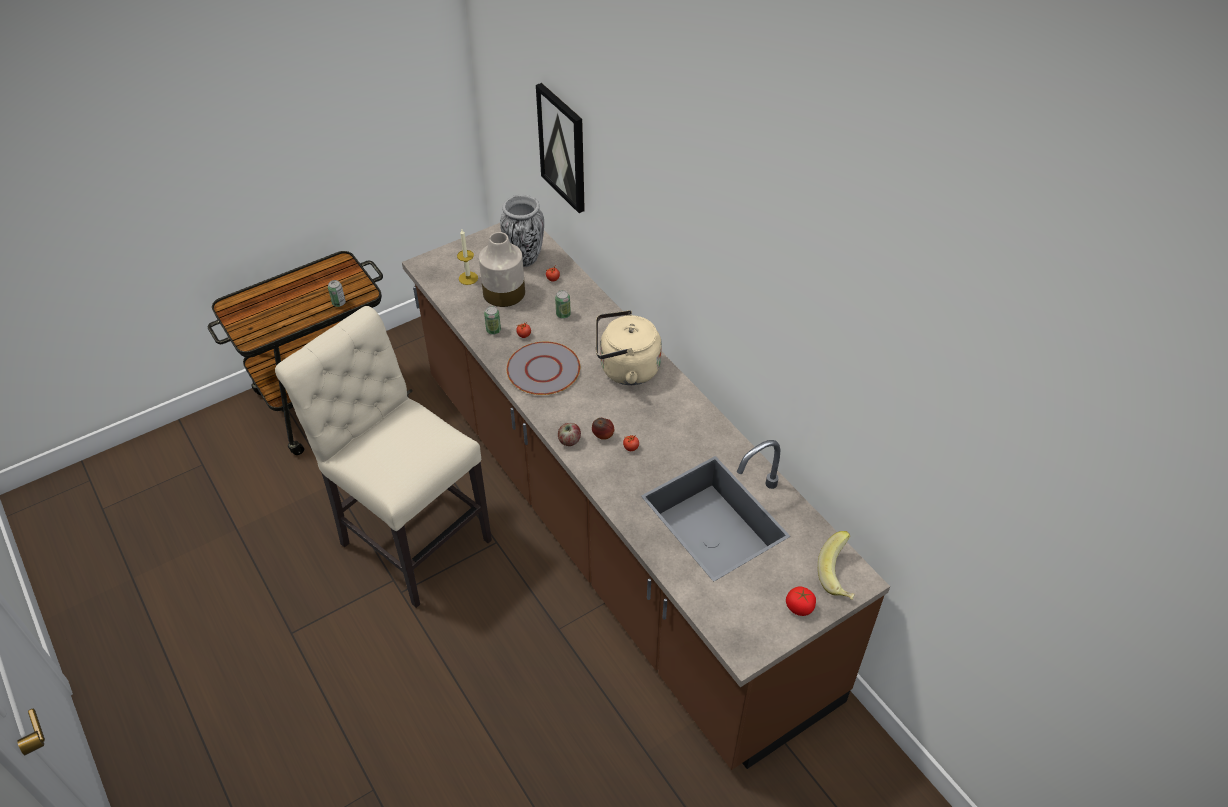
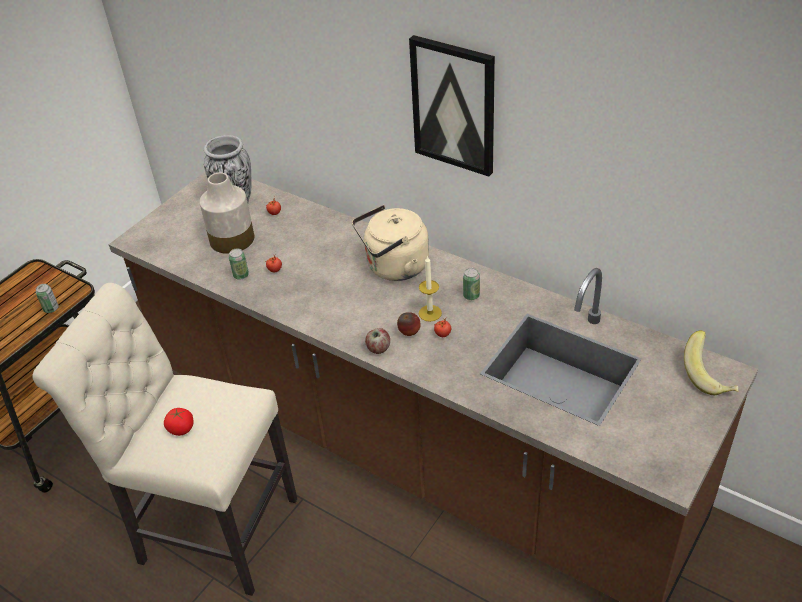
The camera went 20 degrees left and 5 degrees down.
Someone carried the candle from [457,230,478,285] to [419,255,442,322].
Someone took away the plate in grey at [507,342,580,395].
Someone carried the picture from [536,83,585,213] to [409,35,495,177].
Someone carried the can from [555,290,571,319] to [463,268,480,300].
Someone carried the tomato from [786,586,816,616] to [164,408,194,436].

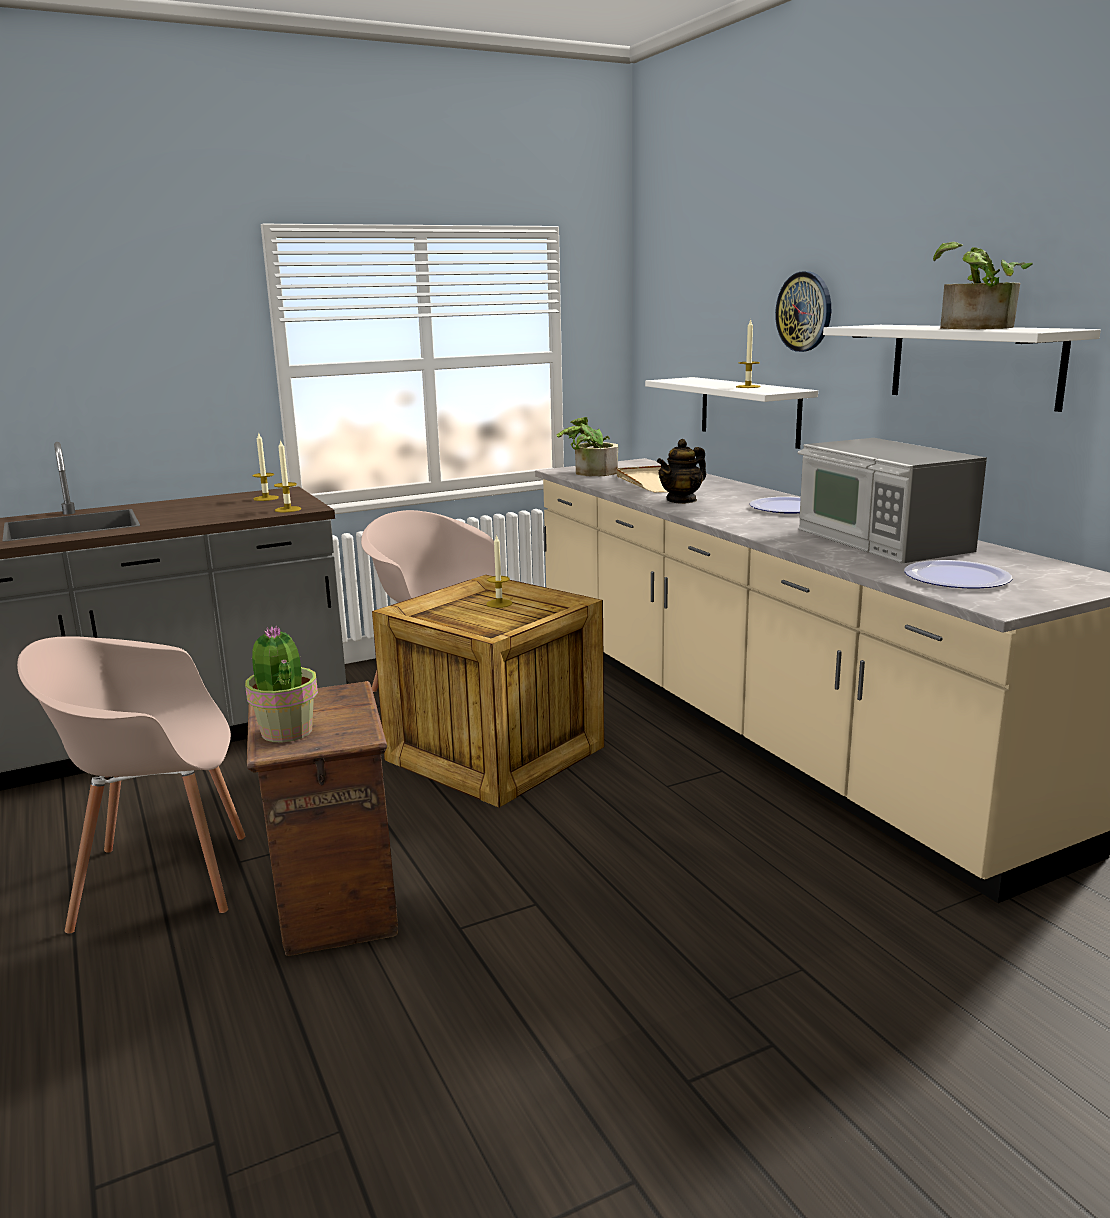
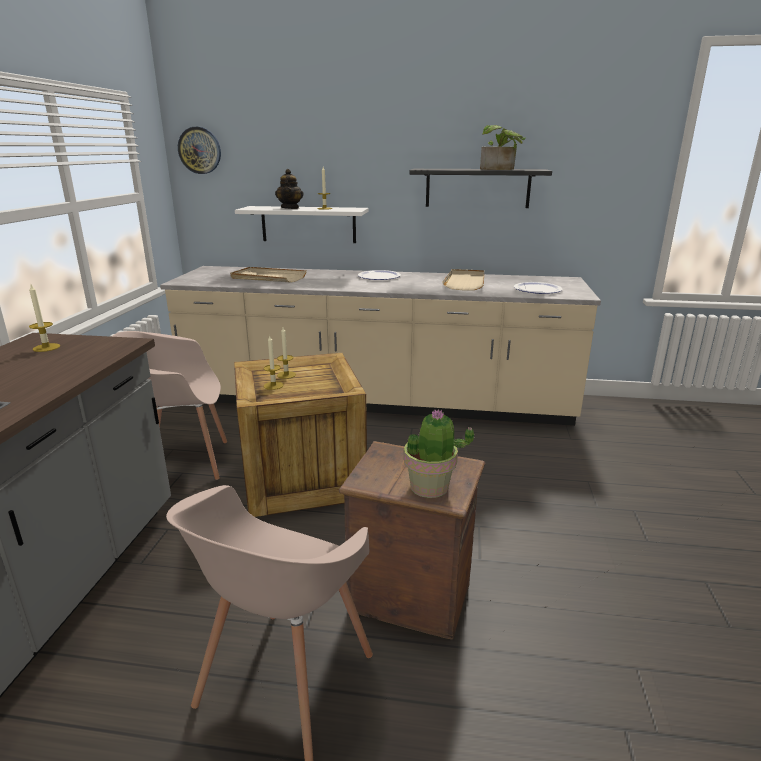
The camera went 55 degrees left and 5 degrees up.
Someone carried the candle from [274,439,301,512] to [264,336,284,390].
Someone took away the potted plant at [557,417,618,476].
Someone carried the teapot from [657,439,706,504] to [275,169,303,209].
Someone carried the wall clock from [775,271,831,352] to [178,127,221,174].
Someone swapped the microwave at [797,438,987,563] for the tray in beige at [442,269,484,290].
Someone repainted the shelf in white at [823,325,1101,412], which became the shelf in black at [409,169,552,208].

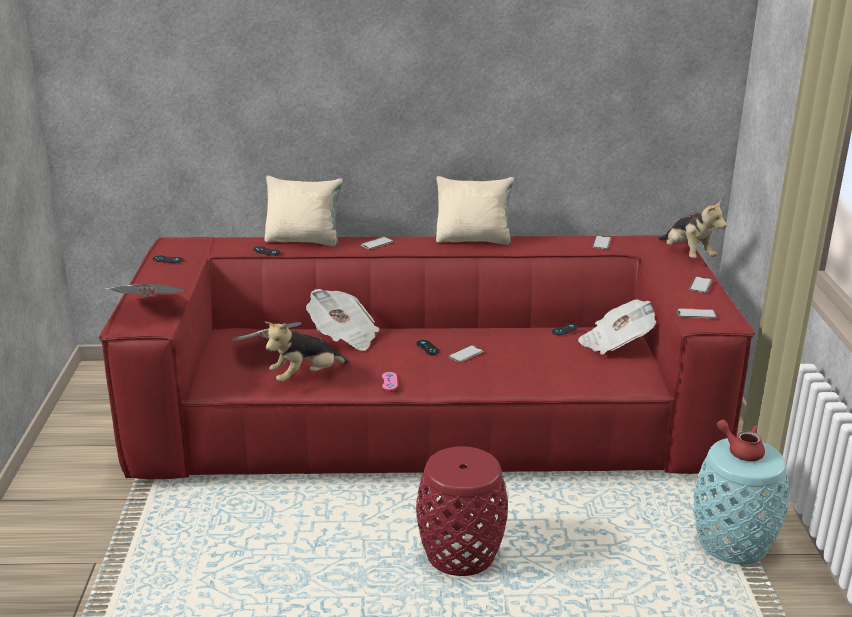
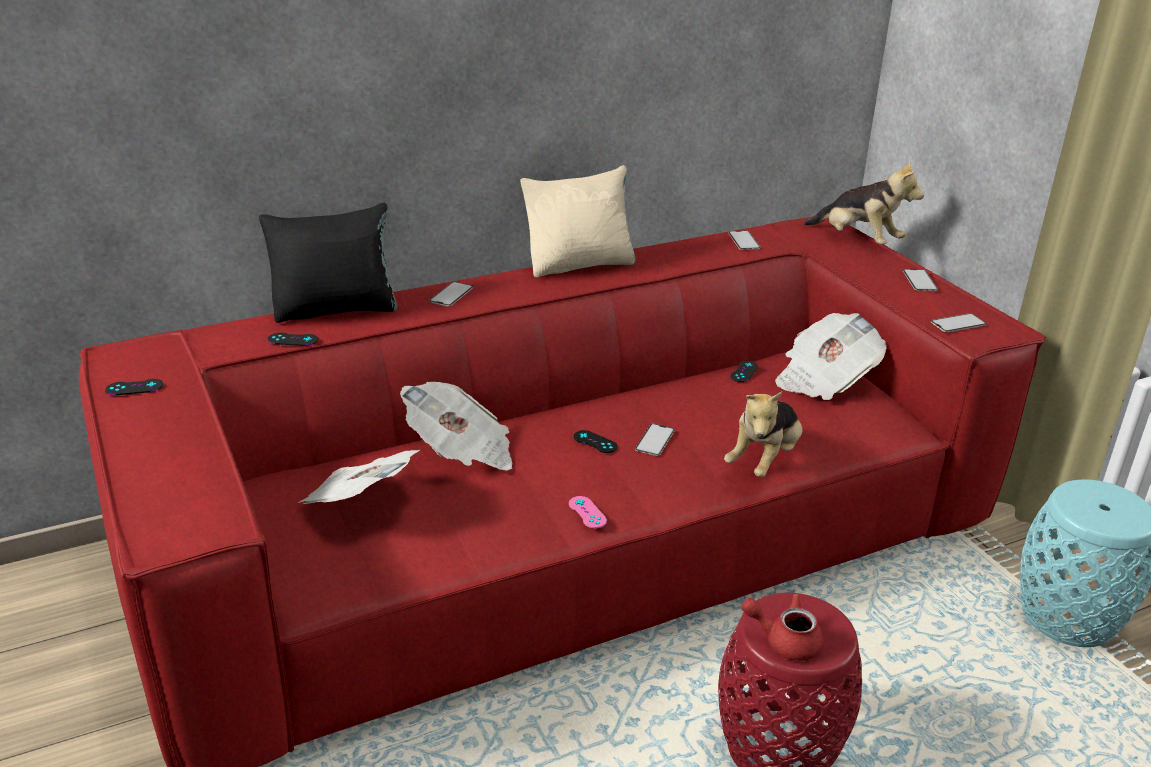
The camera went 25 degrees left and 5 degrees up.
Someone took away the newspaper at [104,284,185,297].
Someone repainted the pillow in beige at [265,176,343,247], which became the pillow in black at [259,203,397,323].
Someone carried the plush toy from [265,322,349,382] to [724,391,802,478].
Someone carried the teapot in red from [717,419,765,461] to [742,594,823,661].

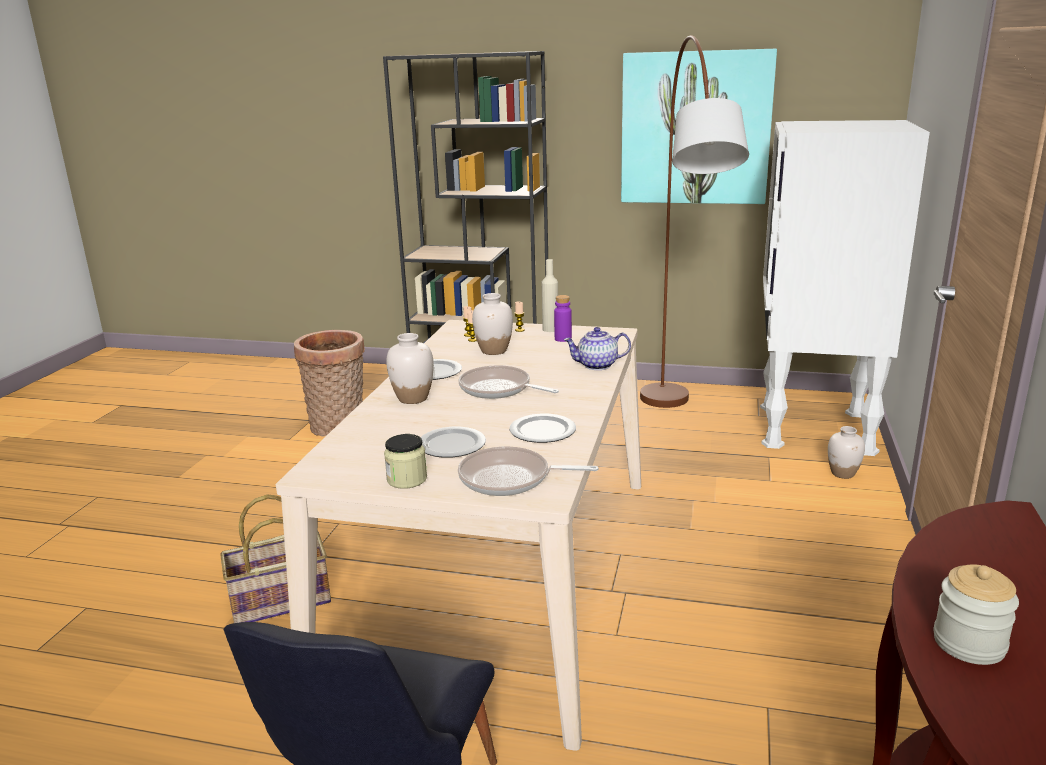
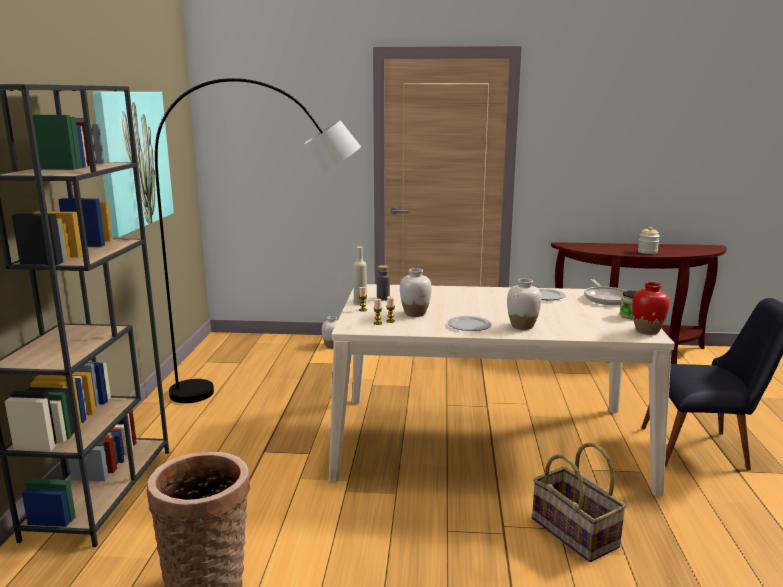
The camera went 100 degrees left and 5 degrees down.
Someone took away the plate at [421,427,486,458].
Someone took away the frying pan at [459,365,559,399].
Someone repainted the bottle in purple at [554,295,572,342], which became the bottle in grey at [377,265,390,301].
Someone took away the teapot at [564,327,631,370].
Someone repainted the floor lamp in brown at [640,35,749,408], which became the floor lamp in grey at [155,78,361,403].
Someone took away the cabinet in white at [760,120,930,456].
Someone put down the vase in red at [632,282,669,335].

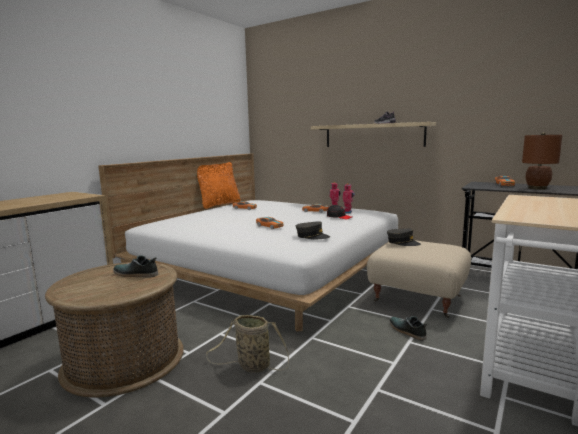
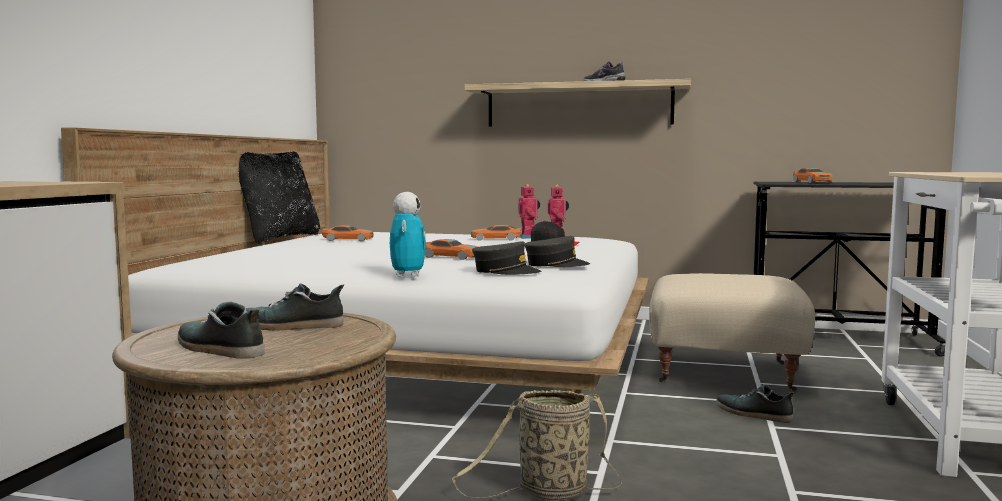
The camera went 20 degrees left and 5 degrees down.
Someone repainted the pillow in orange at [197,162,240,209], which became the pillow in black at [238,151,320,243].
Someone carried the cap in grey from [387,229,421,246] to [472,241,541,275].
Someone took away the table lamp in brown at [522,132,562,190].
Someone put down the shoe at [178,301,265,359].
Someone put down the toy robot at [390,192,426,277].

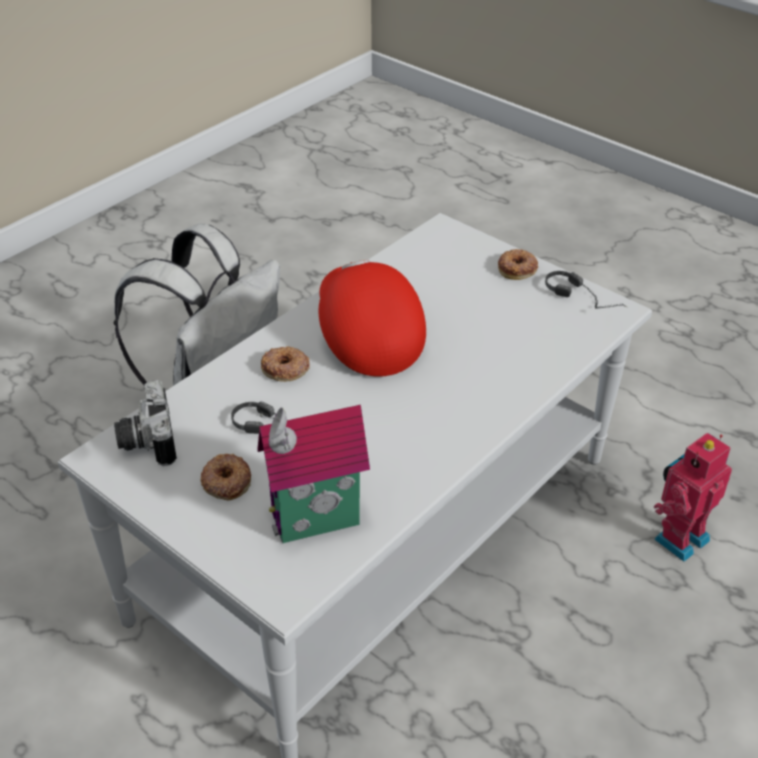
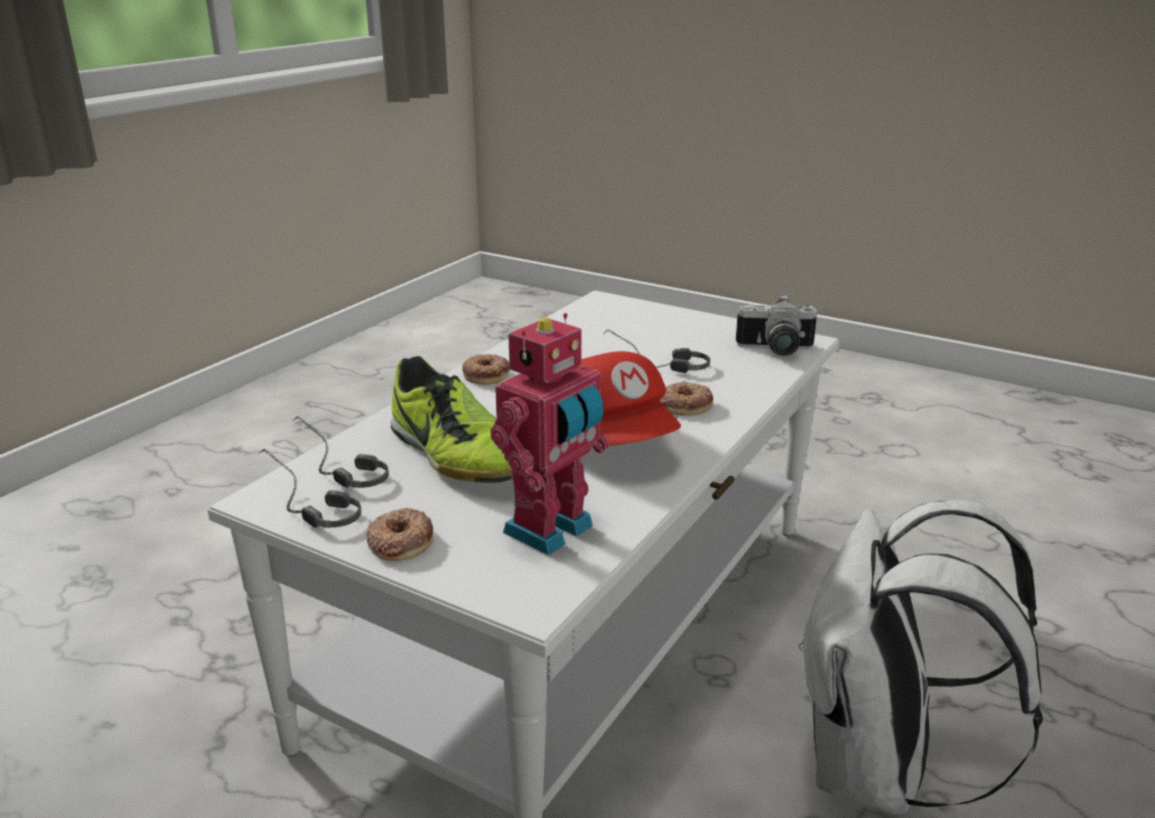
The camera went 170 degrees right and 15 degrees down.
Someone rotated the photo camera at [114,380,177,466] by 120 degrees clockwise.
Someone carried the donut from [201,454,251,500] to [462,354,511,385].
Someone took away the toy house at [257,405,370,543].
Someone carried the toy robot from [654,432,732,562] to [490,313,609,555].
Someone put down the headphones at [292,416,389,488].
Someone put down the shoe at [391,356,513,483].

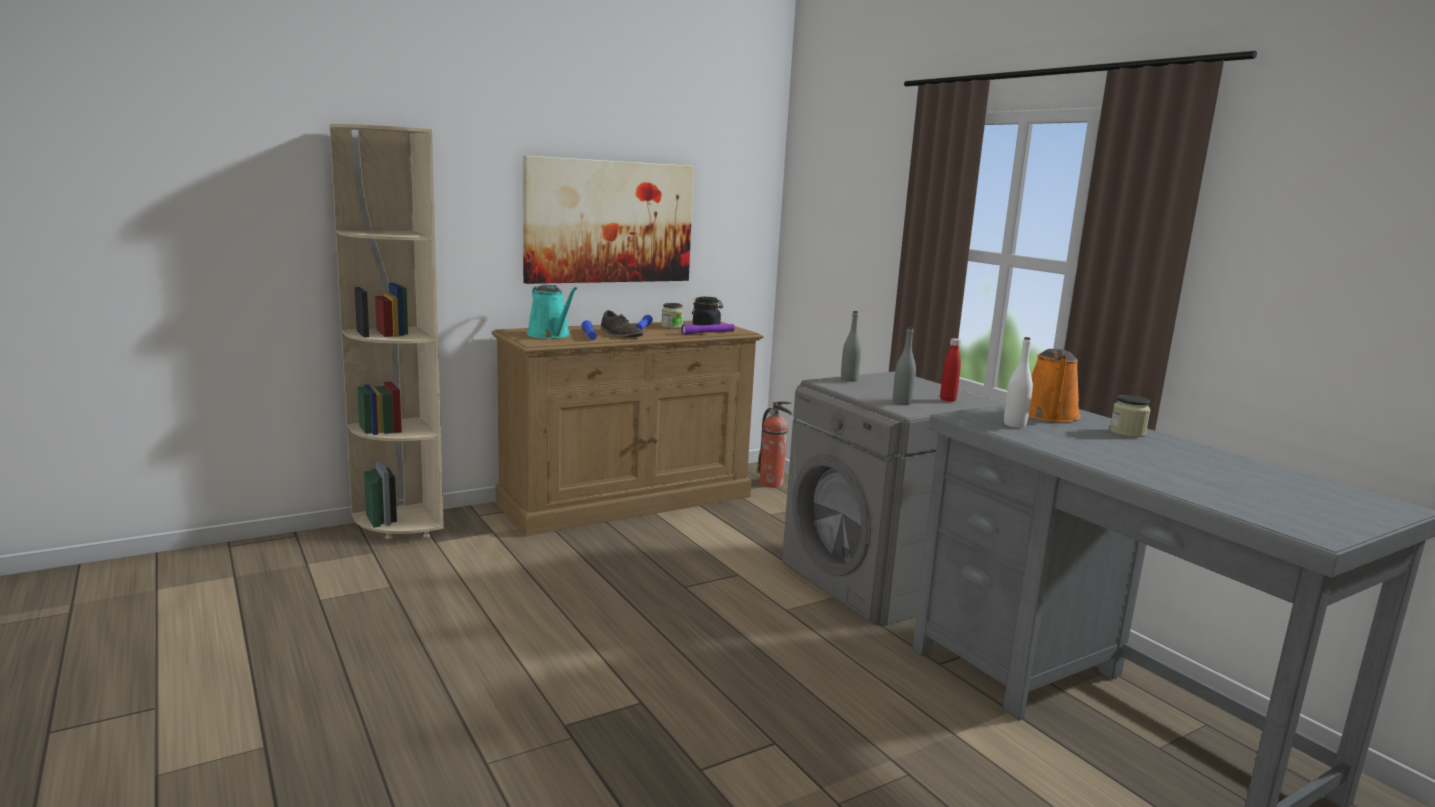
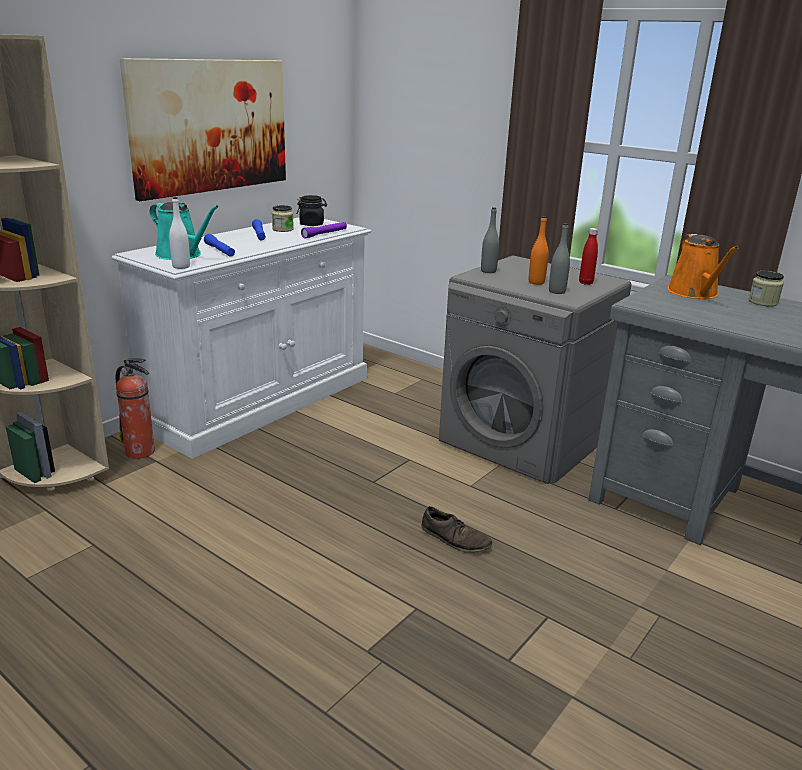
The camera went 20 degrees left and 10 degrees up.
Someone repainted the cabinet in brown at [491,320,764,536], which became the cabinet in white at [112,217,372,459].
Someone carried the shoe in brown from [601,310,643,338] to [421,506,493,553].
Someone carried the fire extinguisher from [756,401,793,488] to [116,358,155,459].
Someone carried the bottle in white from [1004,337,1033,428] to [169,197,190,269].
Someone put down the bottle in orange at [529,216,549,285].

